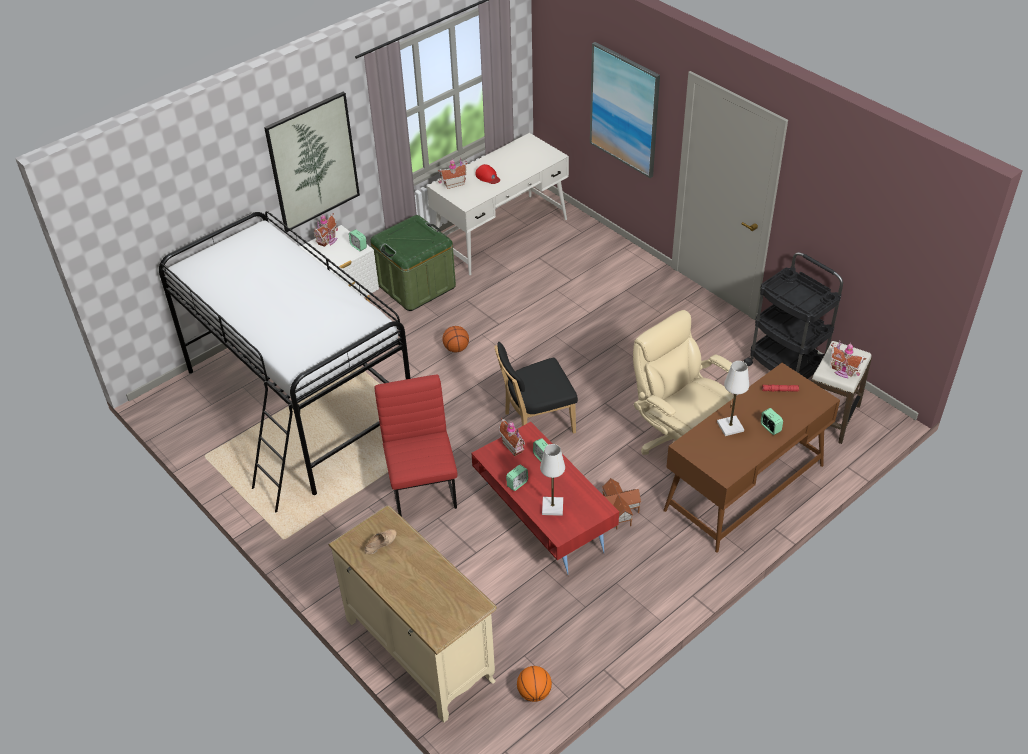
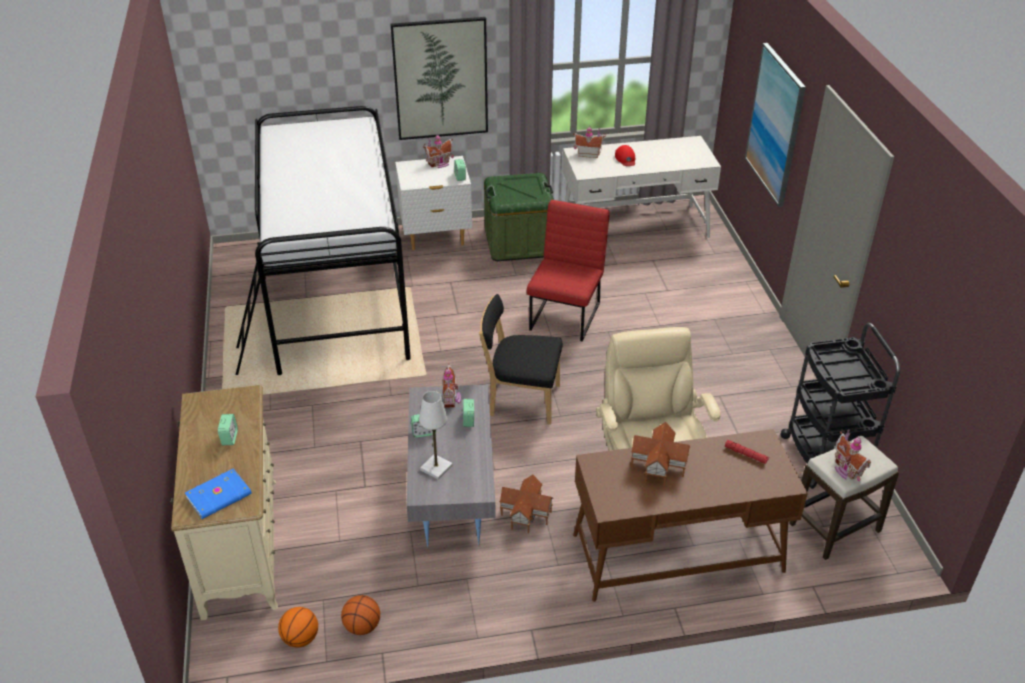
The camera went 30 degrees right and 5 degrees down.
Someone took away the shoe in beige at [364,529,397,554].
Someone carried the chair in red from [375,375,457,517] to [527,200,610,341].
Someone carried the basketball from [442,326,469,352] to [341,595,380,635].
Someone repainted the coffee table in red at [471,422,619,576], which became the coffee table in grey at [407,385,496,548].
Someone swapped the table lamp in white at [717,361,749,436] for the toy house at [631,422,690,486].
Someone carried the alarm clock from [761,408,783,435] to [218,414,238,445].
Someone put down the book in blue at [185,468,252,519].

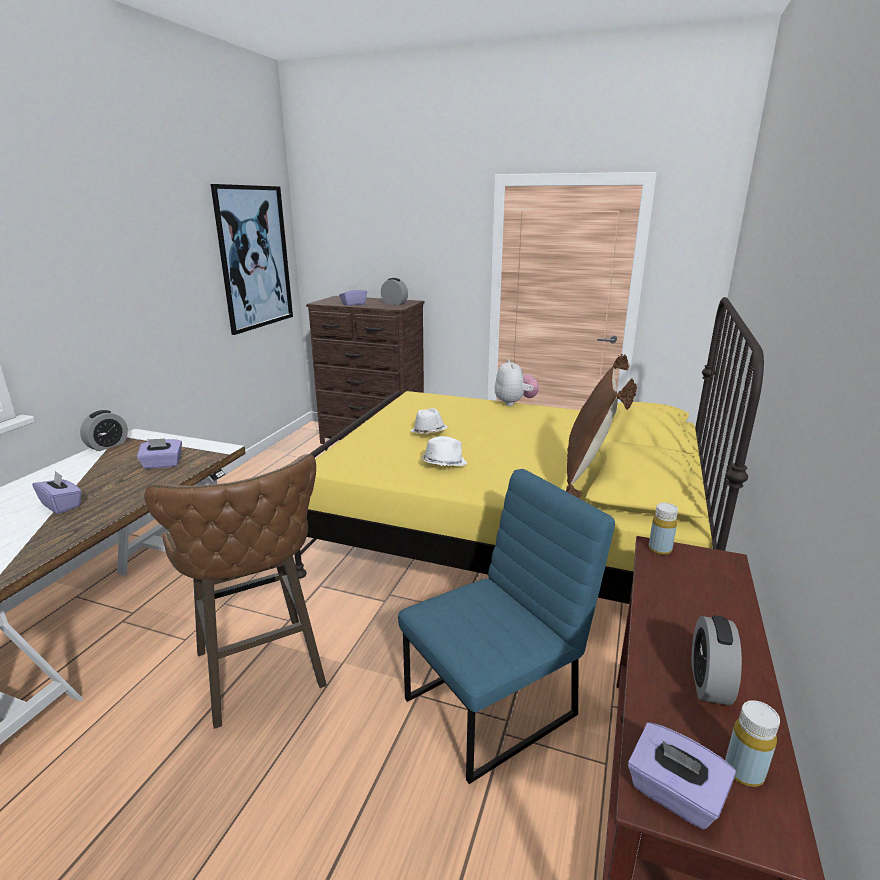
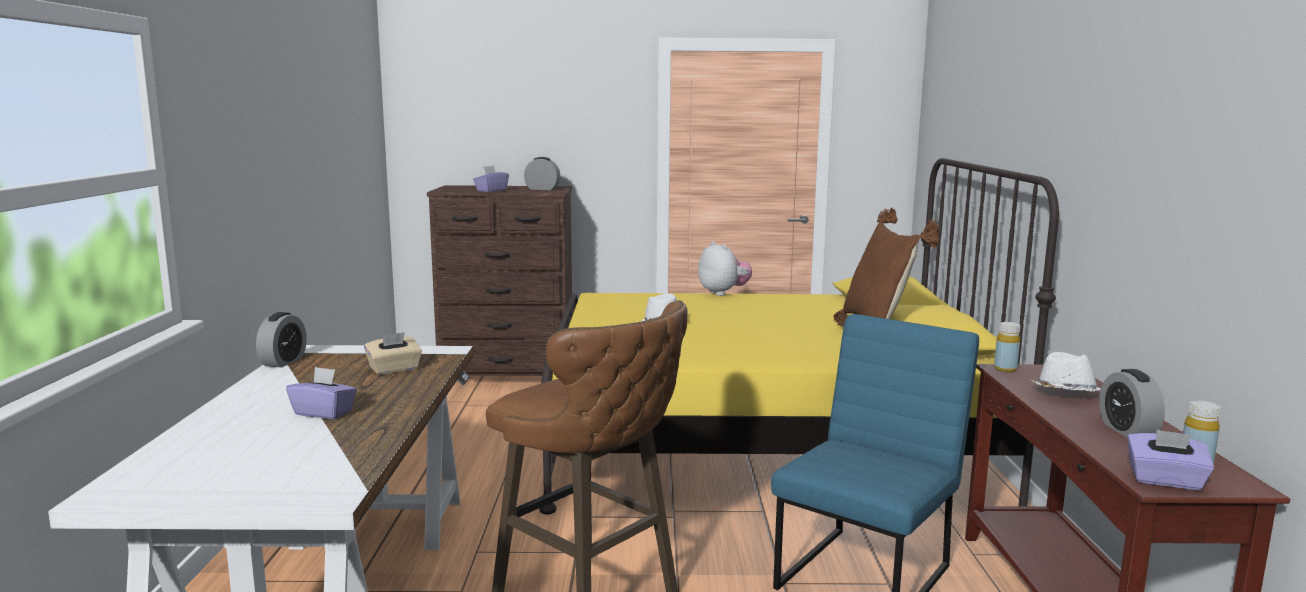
The camera went 20 degrees left and 10 degrees down.
Someone repainted the tissue box in purple at [137,438,182,469], which became the tissue box in beige at [364,332,422,375].
Someone took away the picture at [211,184,293,335].
Someone carried the hat in white from [421,436,467,466] to [1031,352,1101,392].

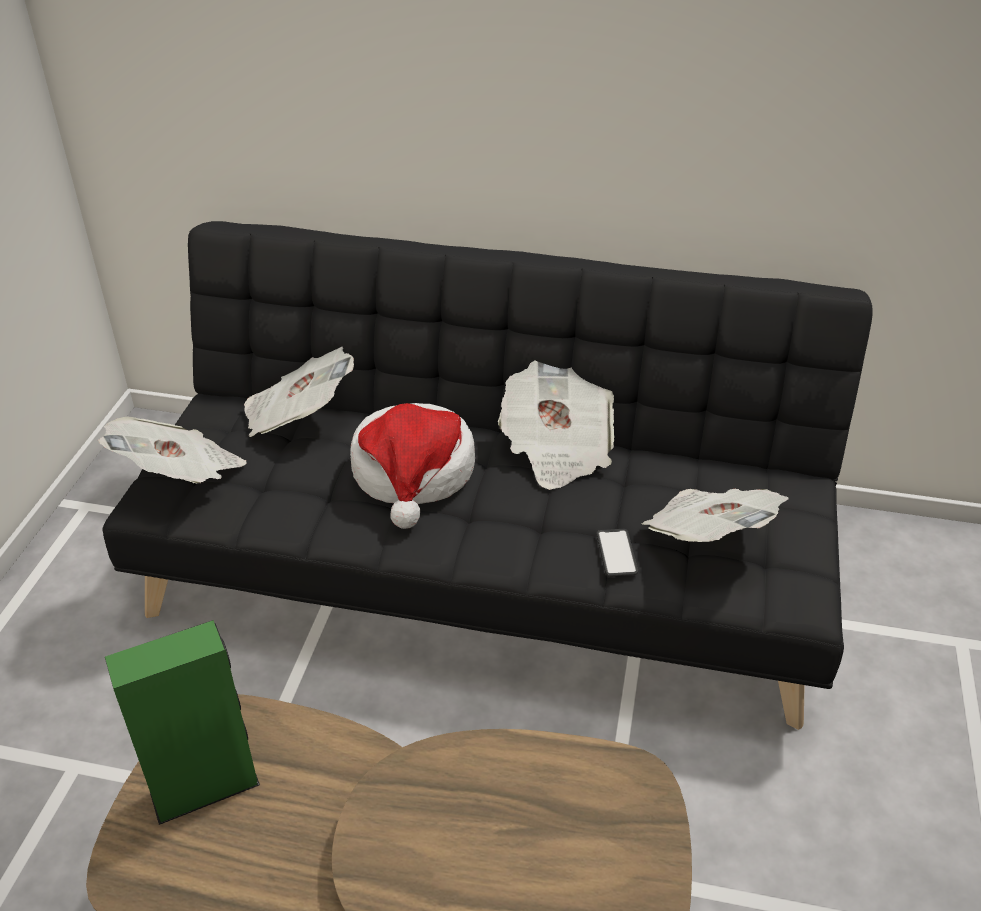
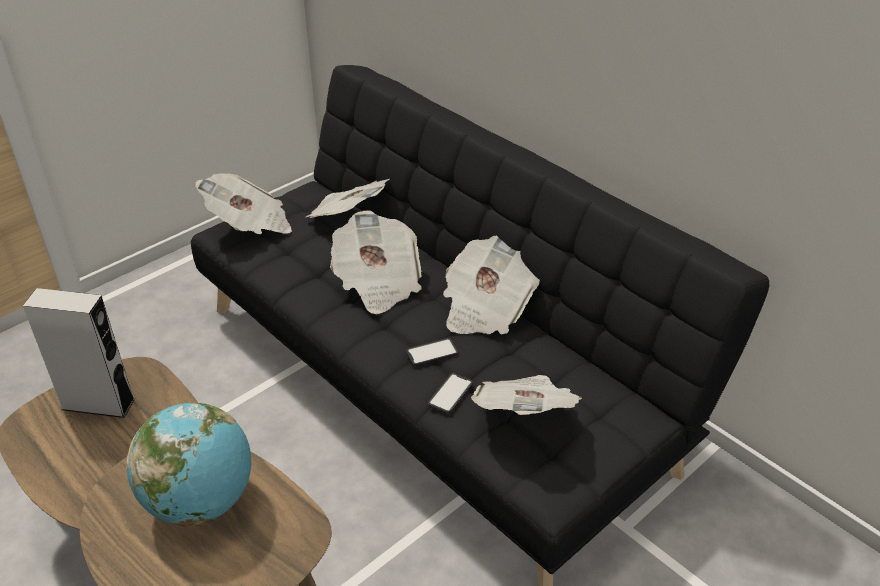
The camera went 35 degrees right and 0 degrees up.
Someone repainted the speaker in green at [105,620,260,825], which became the speaker in grey at [23,288,135,418].
Someone swapped the hat at [350,403,475,529] for the newspaper at [330,210,422,314].
Someone put down the globe at [126,403,251,526].
Someone put down the phone at [406,338,459,366].

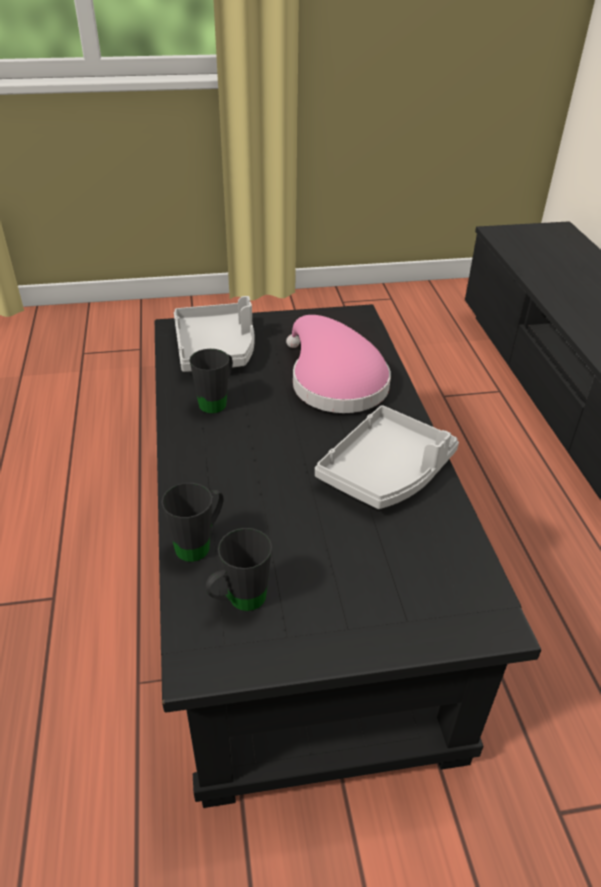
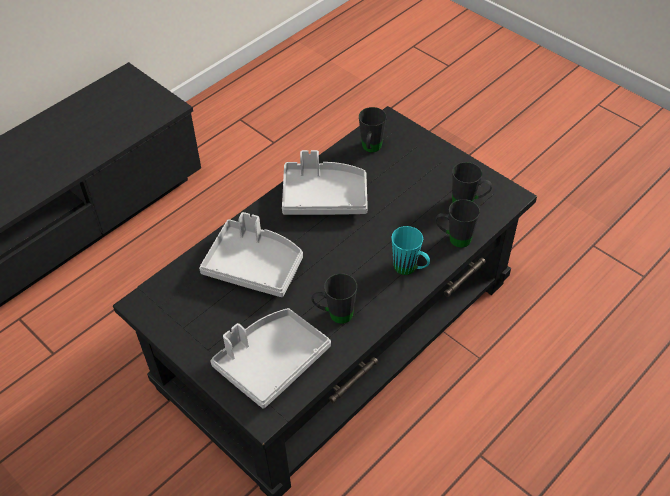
The camera went 125 degrees left and 10 degrees up.
Someone swapped the hat in pink at [286,315,391,413] for the tray in grey at [199,212,303,297].
Someone put down the mug in black at [359,107,387,152].
Someone put down the mug in turquoise at [391,226,430,275].

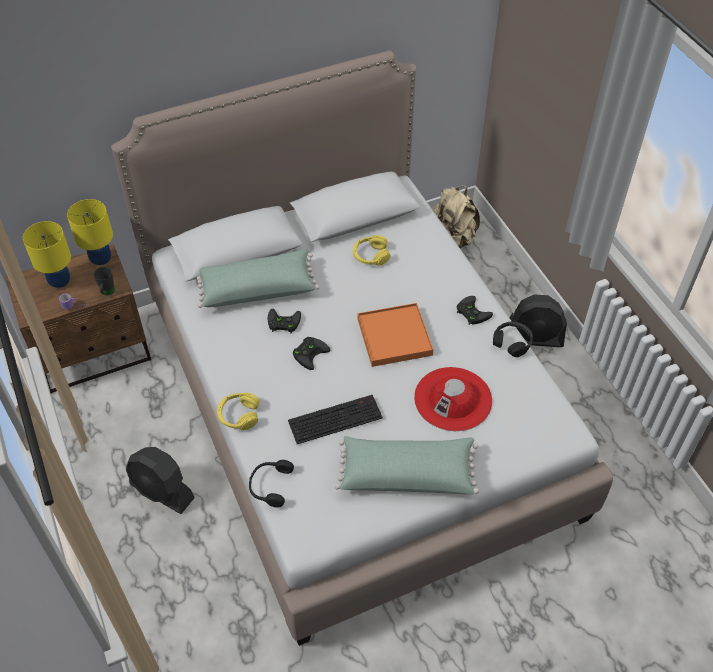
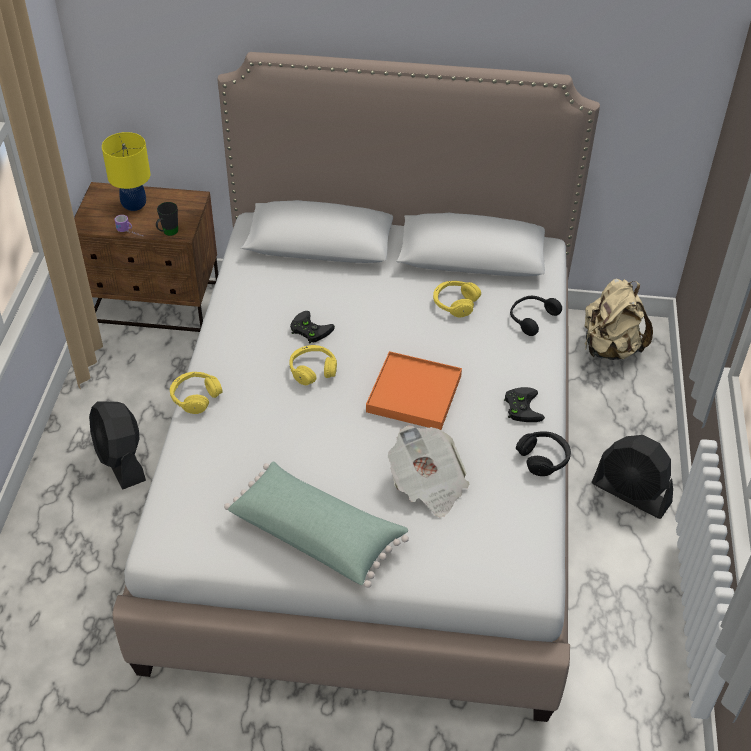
The camera went 30 degrees right and 5 degrees down.
Someone took away the table lamp in yellow at [67,199,113,265].
Someone took away the pillow in green at [197,249,320,308].
Someone carried the headphones in black from [249,460,294,508] to [510,296,562,336].
Someone took away the keyboard at [288,395,383,444].
Someone swapped the game controller in black at [293,337,330,370] for the headphones in yellow at [289,345,337,385].
Someone swapped the hat in red at [414,367,492,431] for the newspaper at [388,425,470,517].

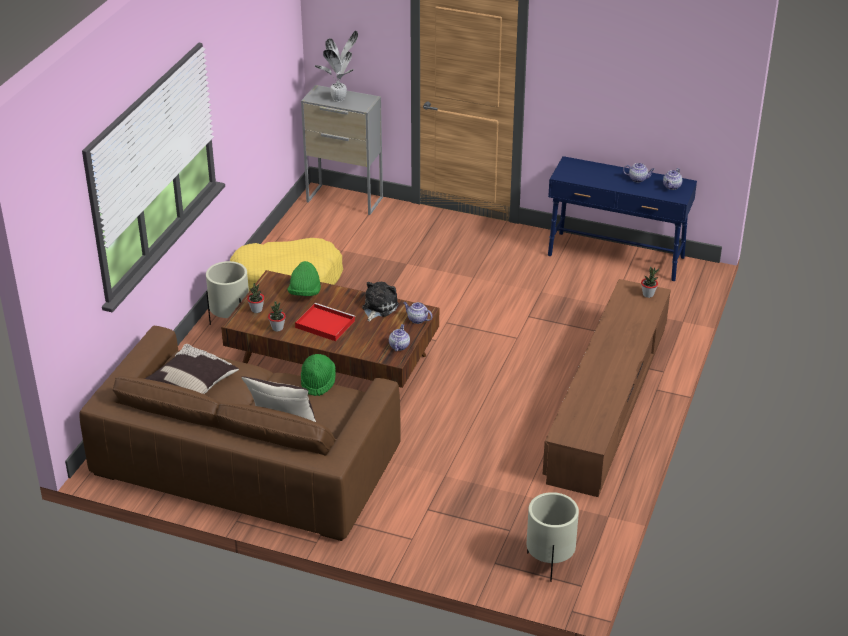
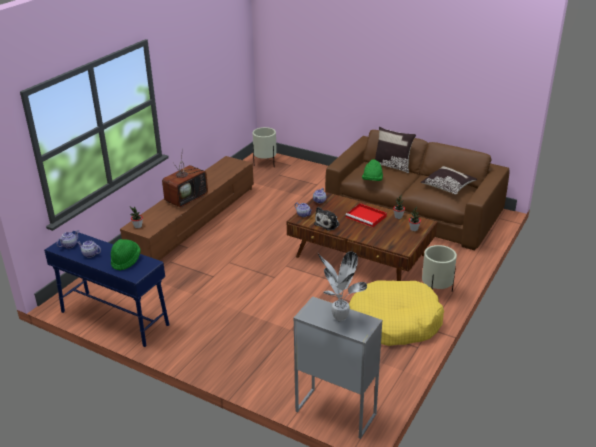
The camera went 170 degrees left and 5 degrees down.
Someone carried the hat in green from [287,261,321,296] to [111,239,141,271].
Someone put down the television at [162,158,208,207].

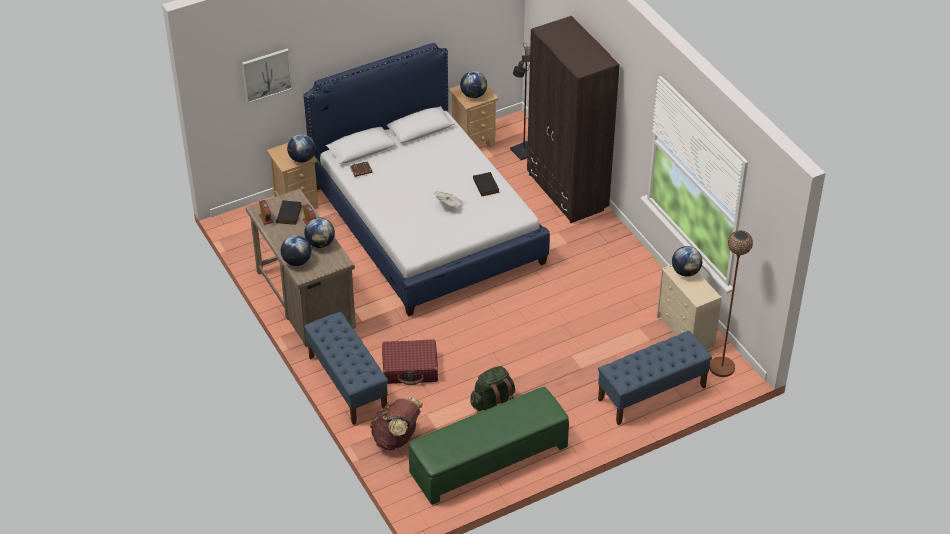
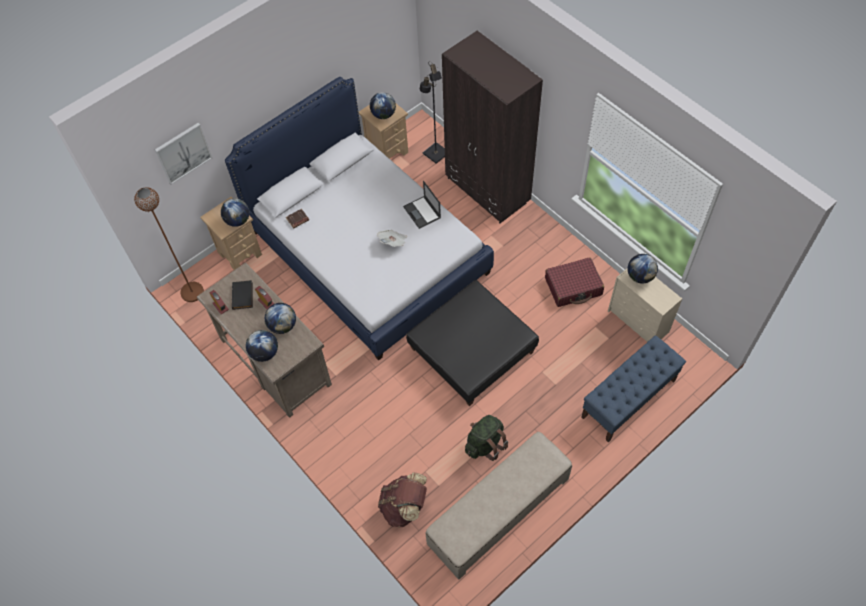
The camera went 10 degrees left and 15 degrees up.
Someone took away the bench in blue at [304,312,388,425].
Someone carried the suitcase in red from [382,339,438,385] to [545,257,604,307].
Someone repainted the bench in green at [408,387,569,505], which became the bench in beige at [425,432,572,579].
Someone swapped the book in black at [473,172,499,196] for the laptop at [403,181,441,229].
Someone carried the floor lamp in brown from [709,230,753,377] to [134,187,204,302].
Someone put down the ottoman in black at [406,280,539,406].

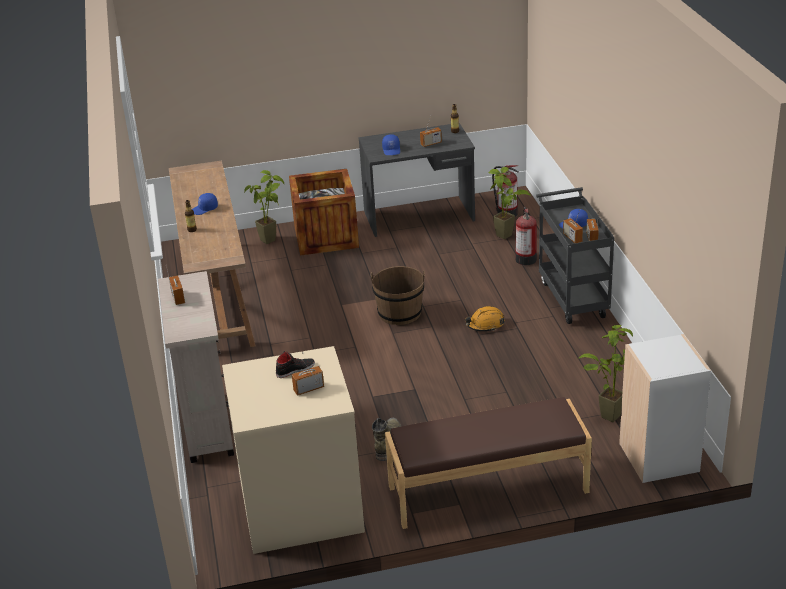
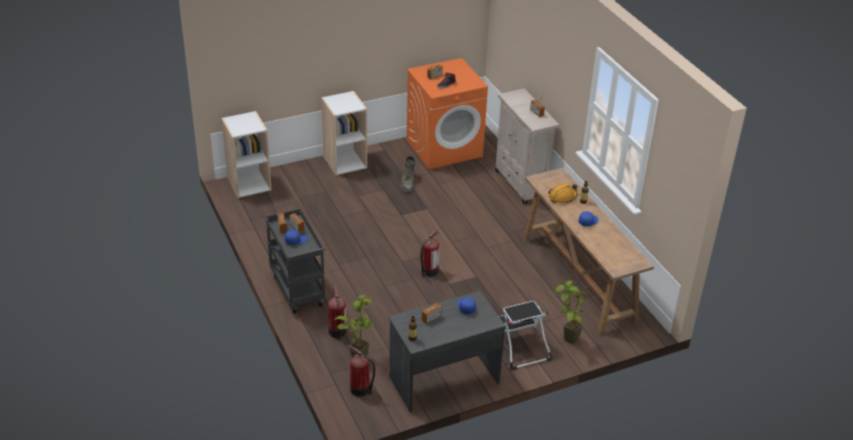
The camera went 165 degrees right and 5 degrees up.
Someone repainted the washing machine in beige at [222,346,365,554], which became the washing machine in orange at [406,58,488,169].
Someone swapped the crate at [289,169,359,256] for the step ladder at [499,301,553,371].
Someone swapped the bucket in brown at [371,266,425,325] for the fire extinguisher at [421,228,439,277].
Someone swapped the bench in brown at [385,397,592,529] for the bookcase at [321,91,367,175].
Someone carried the hard hat in orange from [465,306,505,331] to [548,183,577,203].
Someone took away the potted plant at [579,325,633,422].

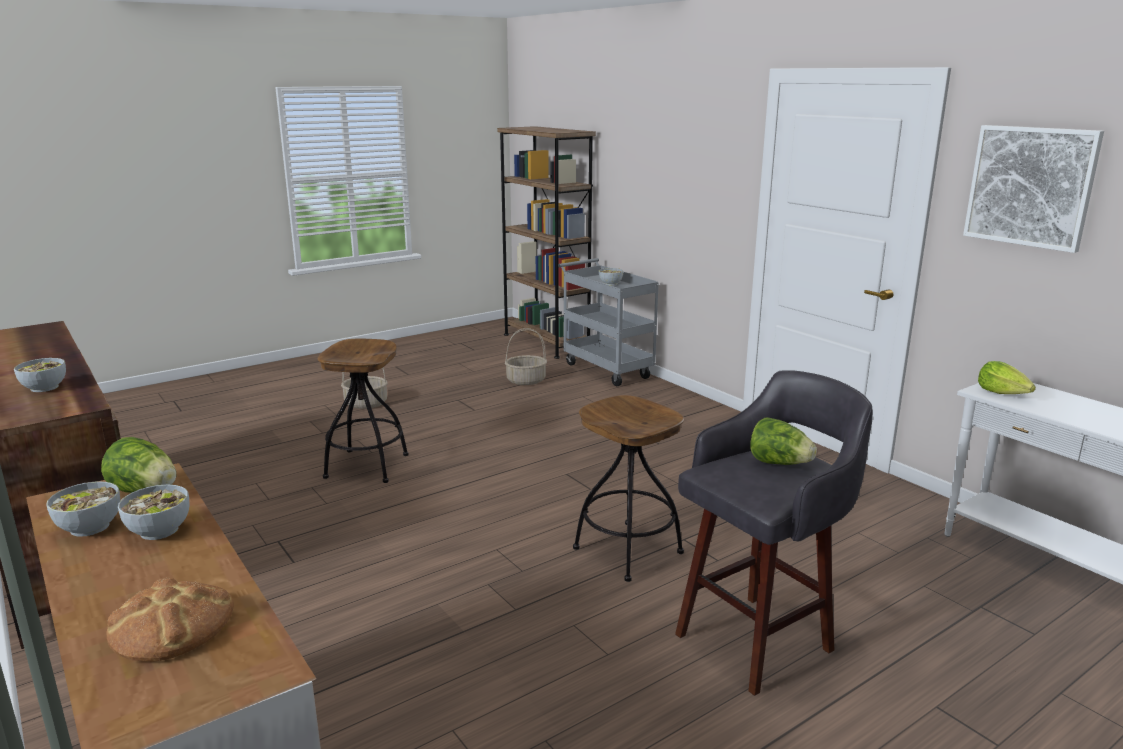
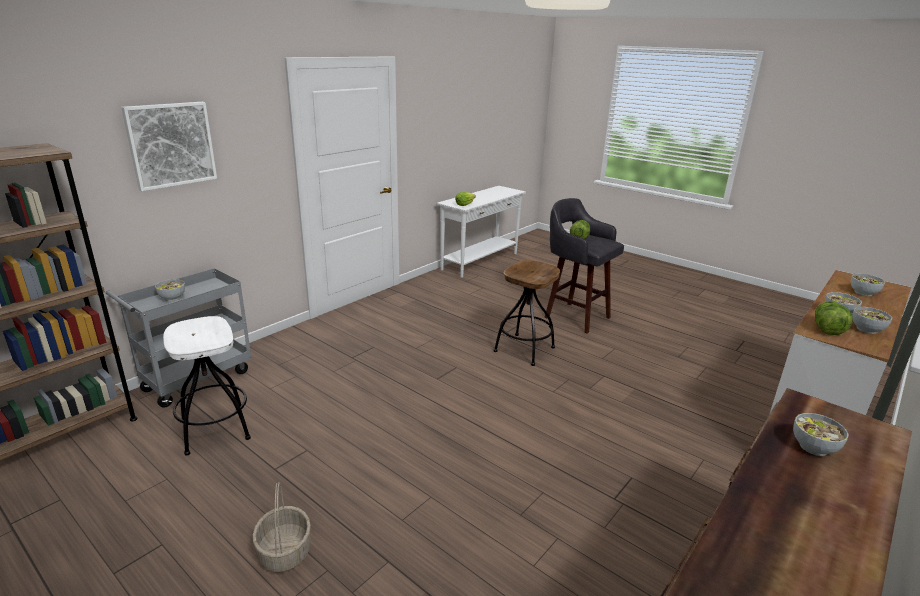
The camera went 105 degrees left and 5 degrees up.
Someone swapped the bread at [107,577,234,662] for the bowl at [851,273,885,296].
Someone took away the stool in brown at [318,339,409,483].
Someone swapped the basket at [505,328,547,385] for the stool in white at [163,316,251,456].
Someone carried the picture from [963,125,1104,253] to [121,102,217,191].

